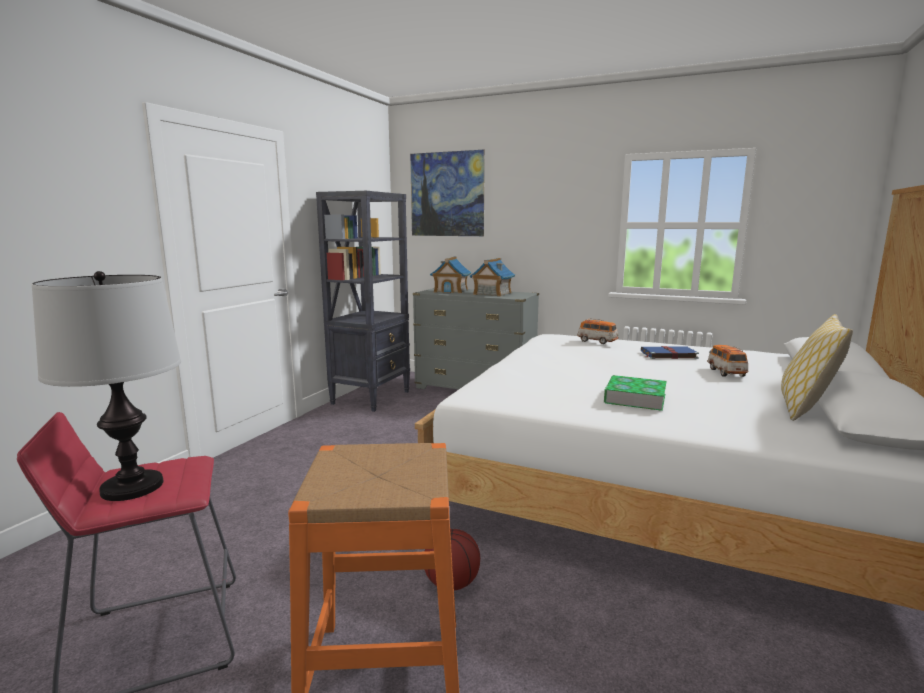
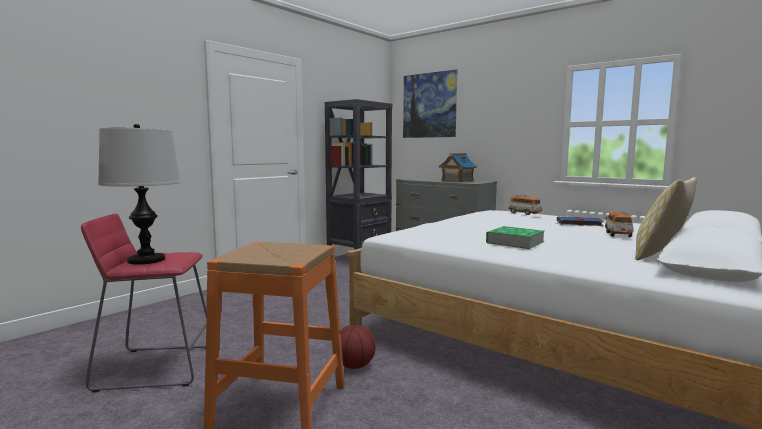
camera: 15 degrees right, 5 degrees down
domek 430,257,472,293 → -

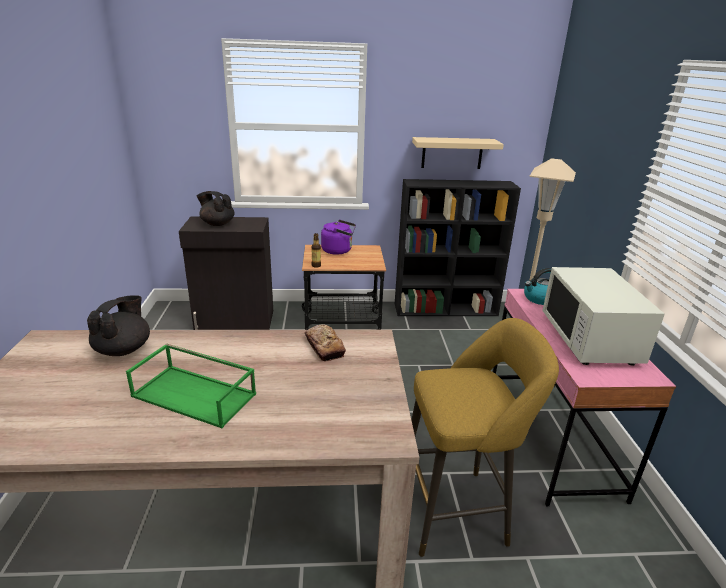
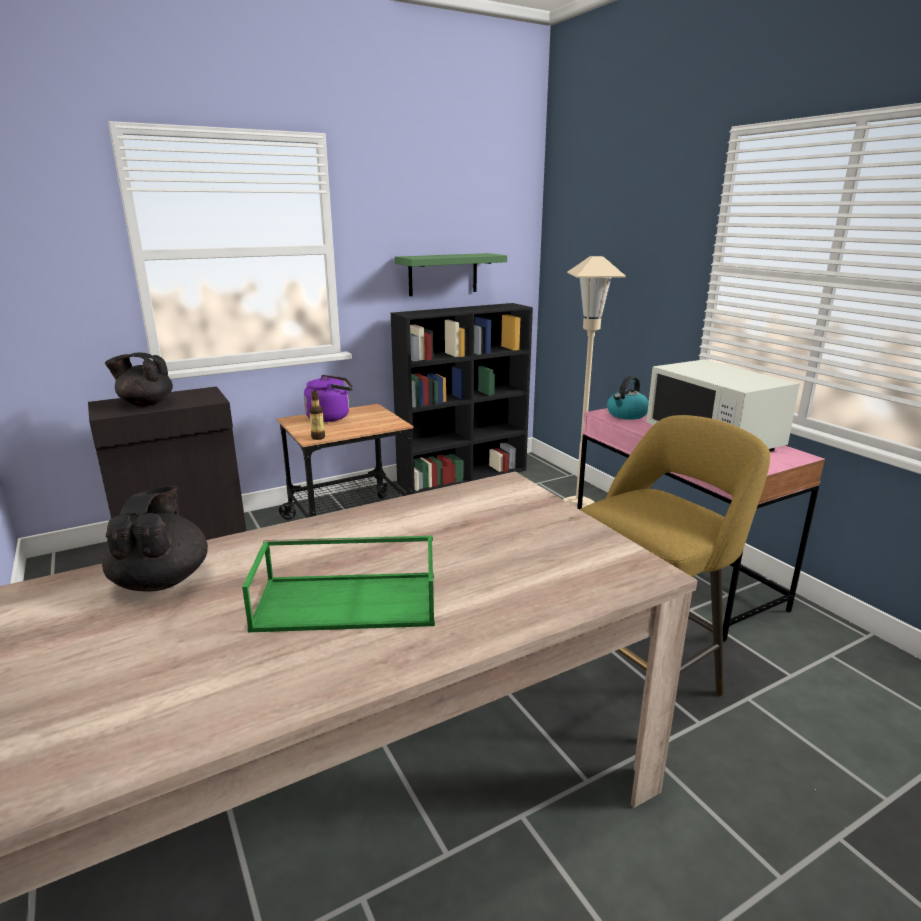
camera: 25 degrees left, 5 degrees down
półka (beżowy) 412,137,504,169 → półka (zielony) 395,253,507,296
chleb 305,324,346,361 → -

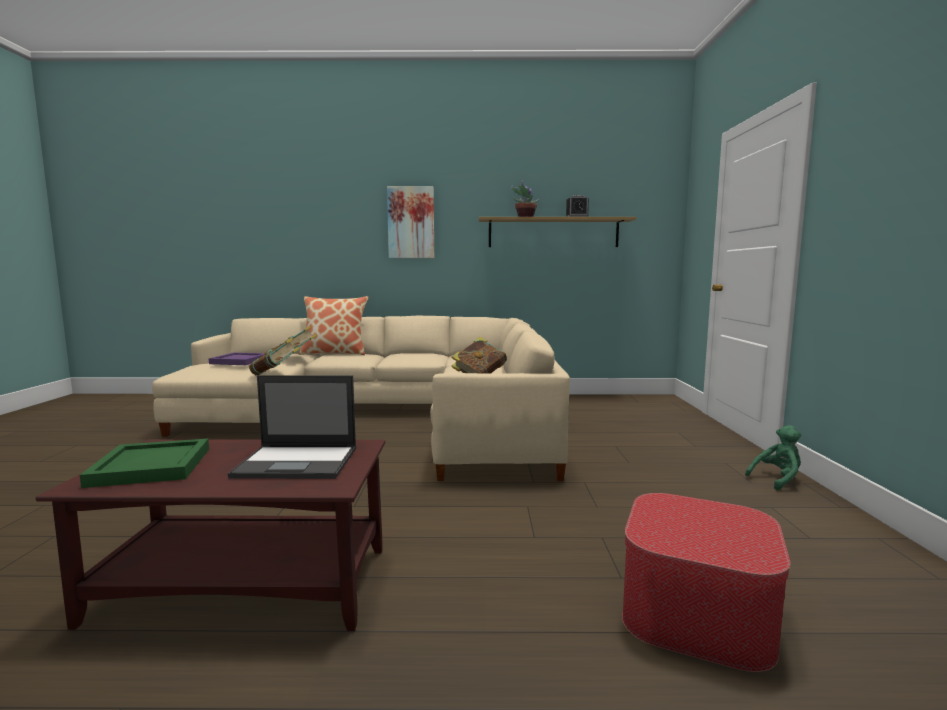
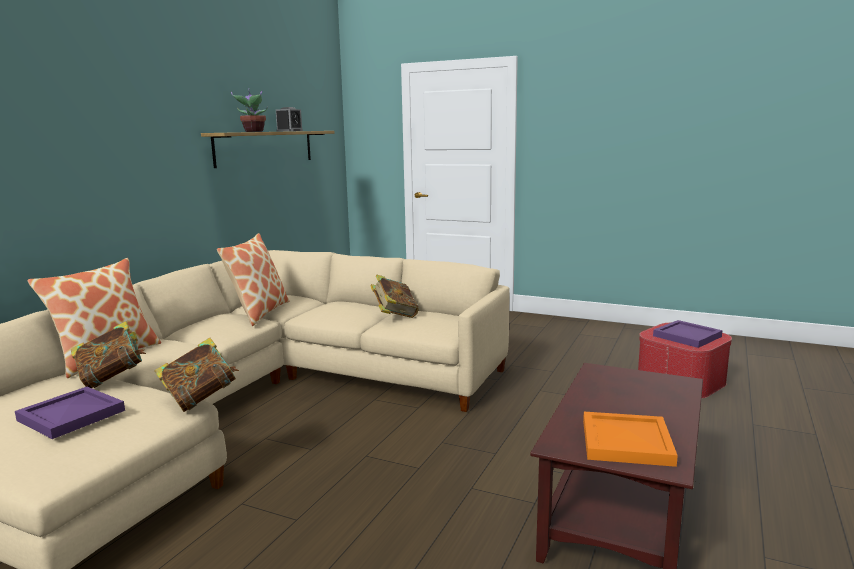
camera: 65 degrees left, 5 degrees up
- → poduszka 217,233,289,326
taca (zielony) 80,439,209,488 → taca (pomarańczowy) 583,412,678,467
- → taca (fioletowy) 653,320,723,348
laptop 228,375,356,479 → -
obraz 387,186,434,258 → -
pluszak (zielony) 745,425,802,490 → -

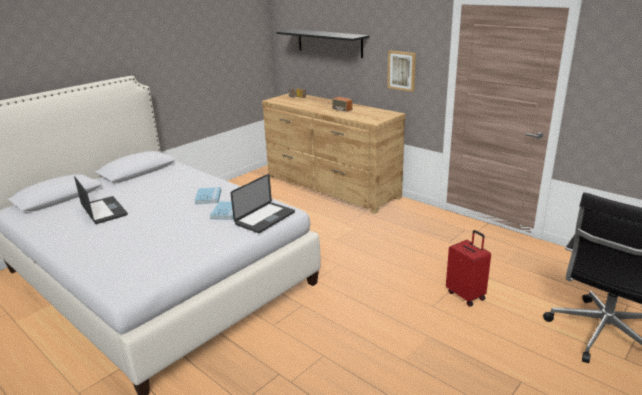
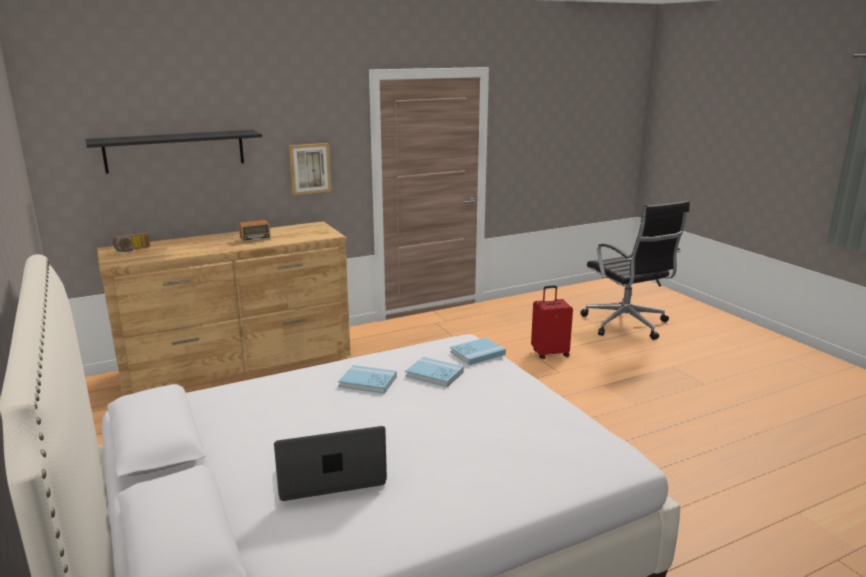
camera: 70 degrees left, 5 degrees down
laptop 230,174,295,233 → książka (niebieski) 450,338,506,365

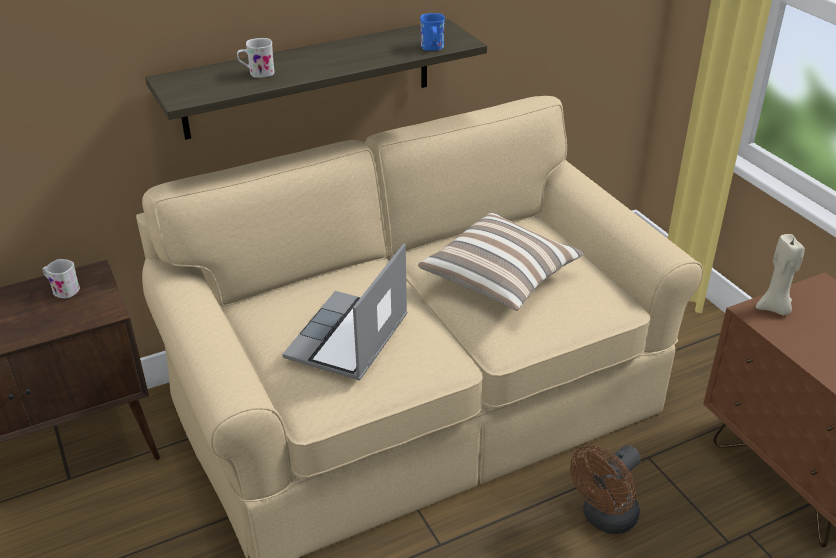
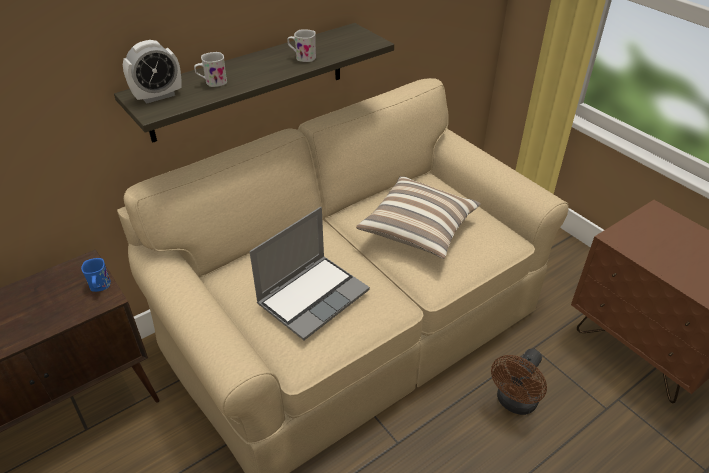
camera: 10 degrees left, 5 degrees up
kubek (niebieski) 420,13,445,51 → kubek (niebieski) 81,258,111,292, relocated
- → budzik 123,40,182,104
laptop 282,243,408,380 → laptop 249,207,370,340, 150 degrees counterclockwise
kubek (biały) 43,259,80,298 → kubek (biały) 287,29,316,62, relocated
świeca (beżowy) 756,234,805,315 → -

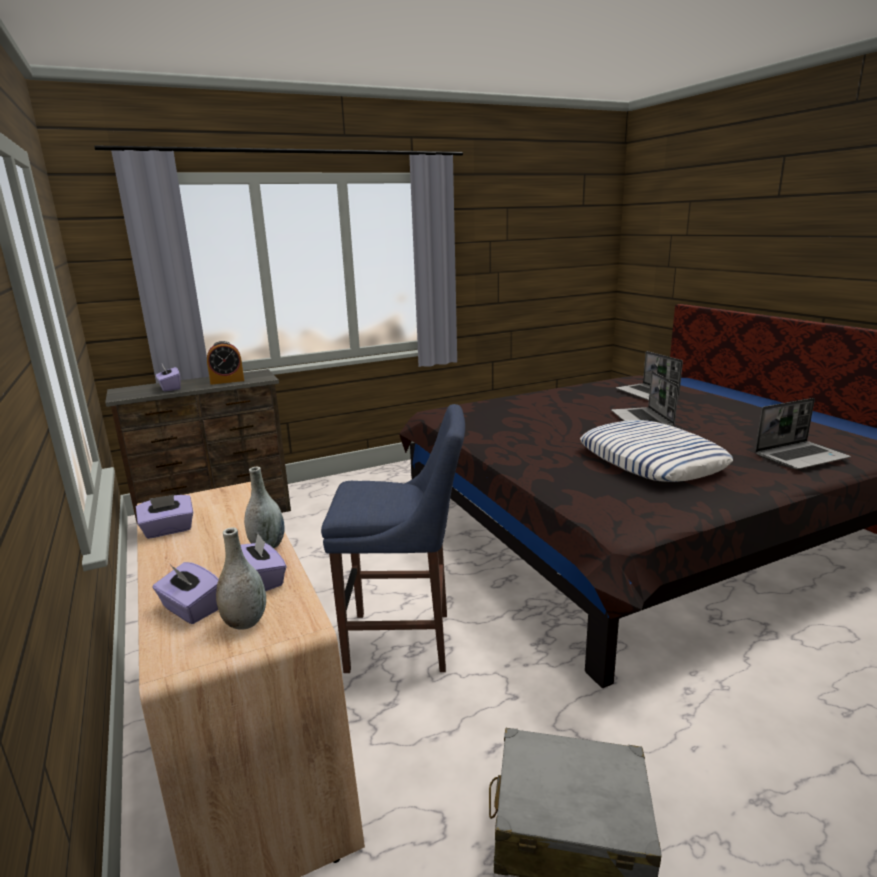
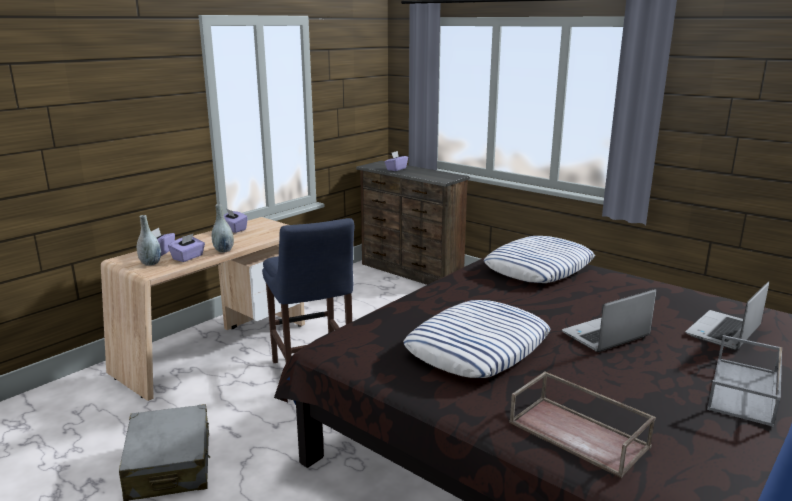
camera: 65 degrees right, 0 degrees up
- → poduszka 484,236,595,283
laptop 755,398,851,469 → taca (brązowy) 509,371,656,478
- → taca (szary) 707,335,782,427
budzik 207,341,244,385 → -

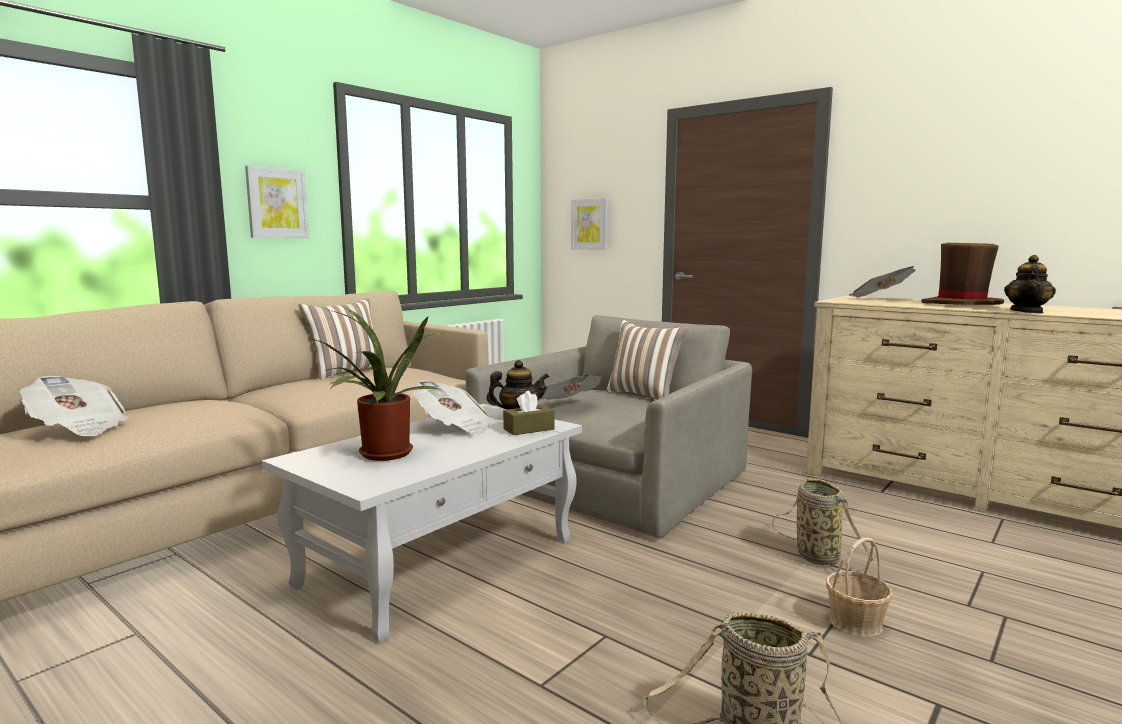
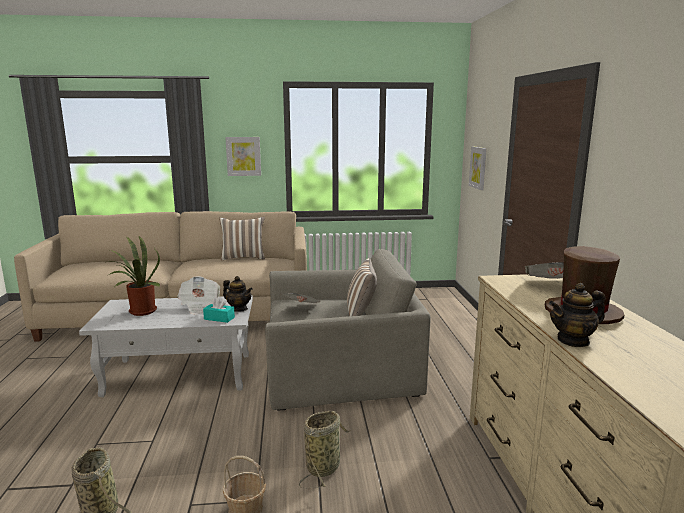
camera: 45 degrees right, 5 degrees up
pudełko chusteczek (brązowy) 503,391,555,435 → pudełko chusteczek (turkusowy) 203,296,235,323
gazeta 20,376,128,437 → -

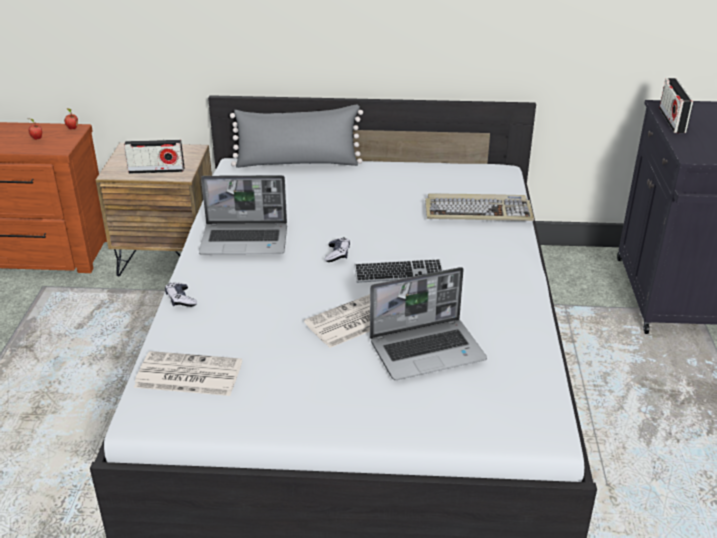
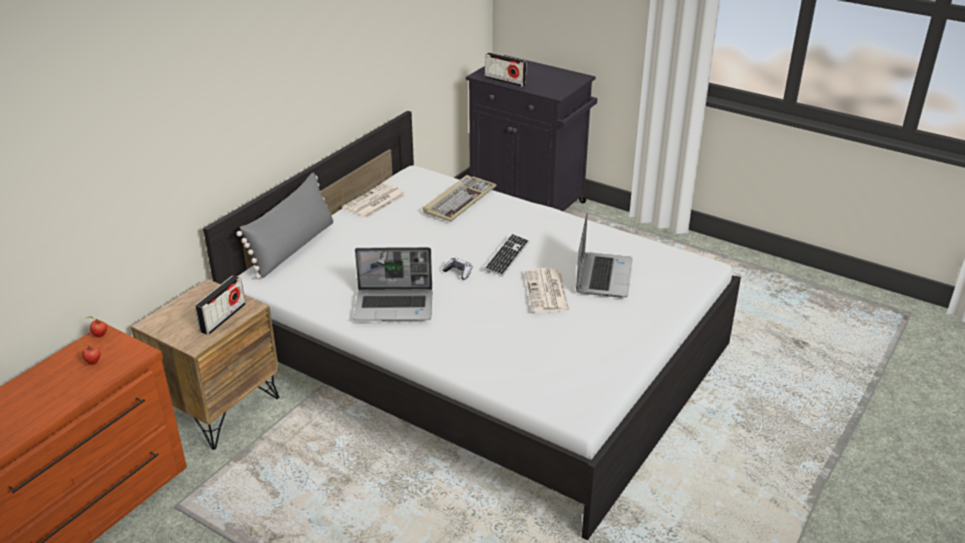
camera: 60 degrees left, 0 degrees up
gazeta 134,351,242,396 → gazeta 342,183,406,218, relocated
laptop 199,175,287,254 → laptop 354,247,432,321, 60 degrees clockwise
pad do gier 165,283,197,307 → -

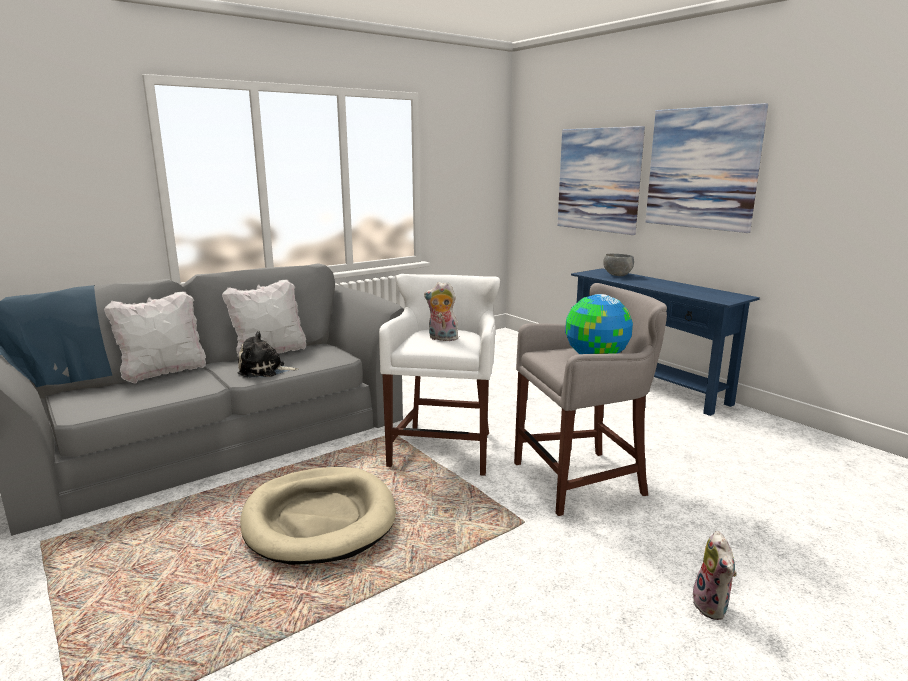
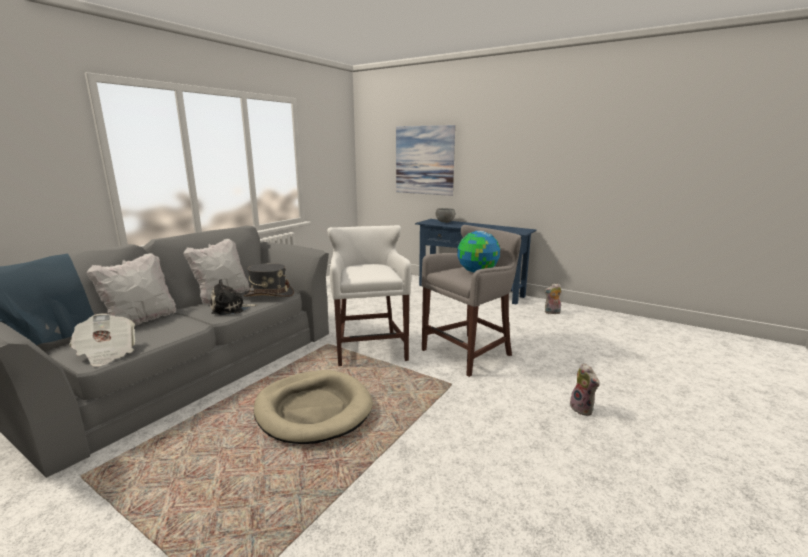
camera: 20 degrees left, 0 degrees up
- → gazeta 69,313,135,367
- → kapelusz (szary) 243,263,294,297
pluszak 424,282,458,341 → pluszak 544,283,562,314, relocated
obraz 646,103,768,233 → -

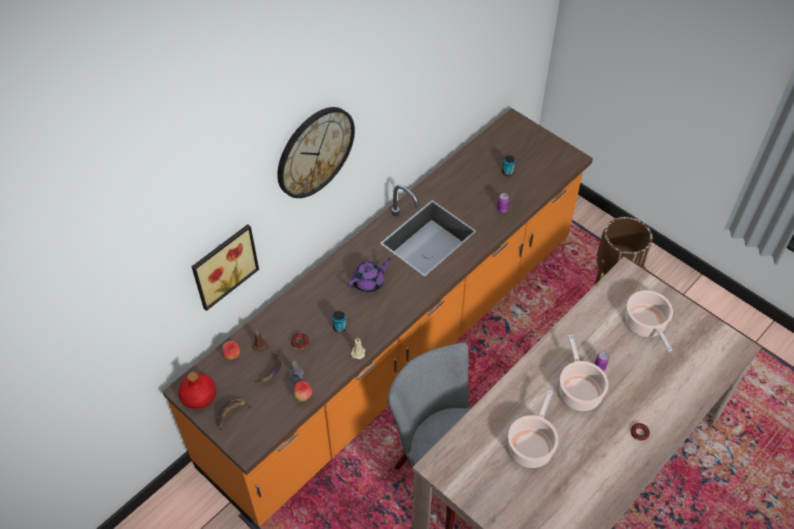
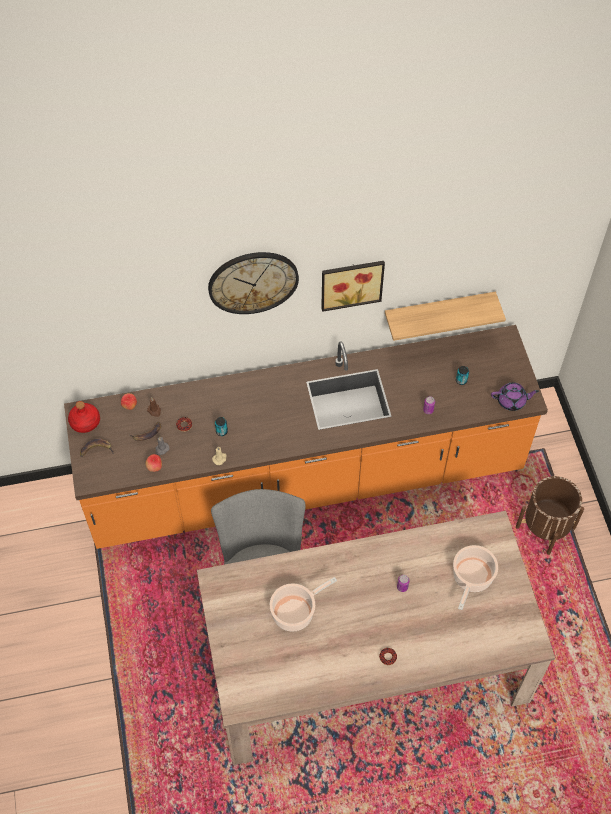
camera: 35 degrees right, 5 degrees up
obraz 191,224,259,311 → obraz 321,261,385,312, relocated
- → półka 385,292,506,341
imbryk (fioletowy) 348,258,391,292 → imbryk (fioletowy) 491,382,539,411, relocated
garnek 559,335,608,411 → -

